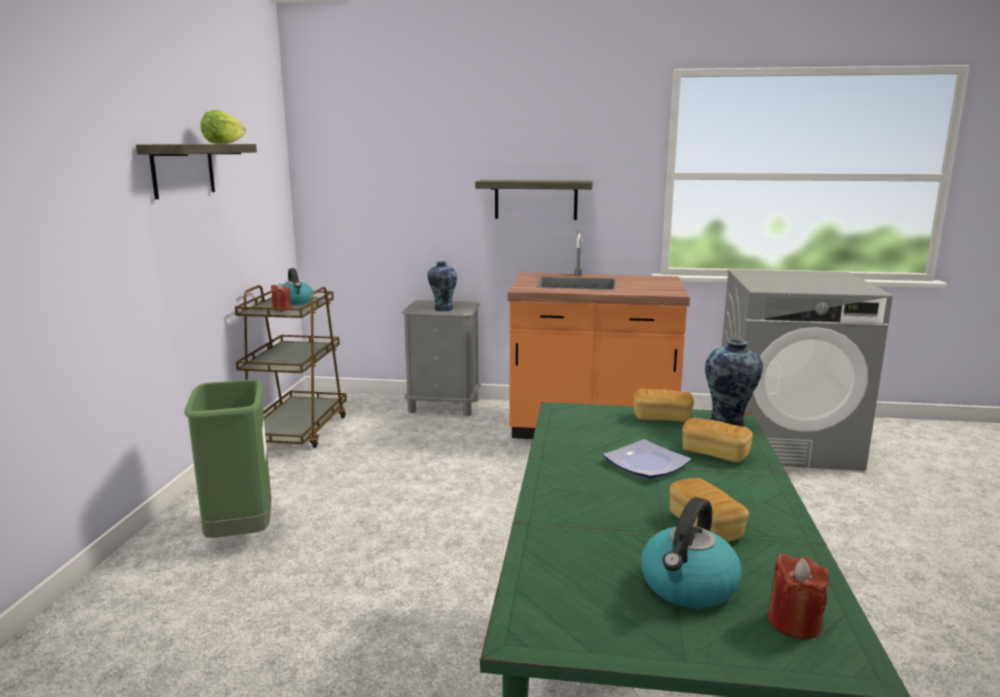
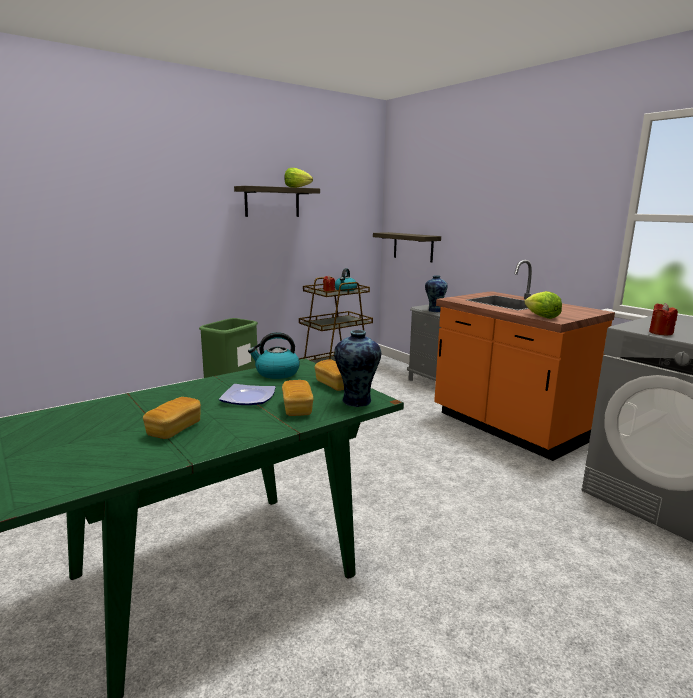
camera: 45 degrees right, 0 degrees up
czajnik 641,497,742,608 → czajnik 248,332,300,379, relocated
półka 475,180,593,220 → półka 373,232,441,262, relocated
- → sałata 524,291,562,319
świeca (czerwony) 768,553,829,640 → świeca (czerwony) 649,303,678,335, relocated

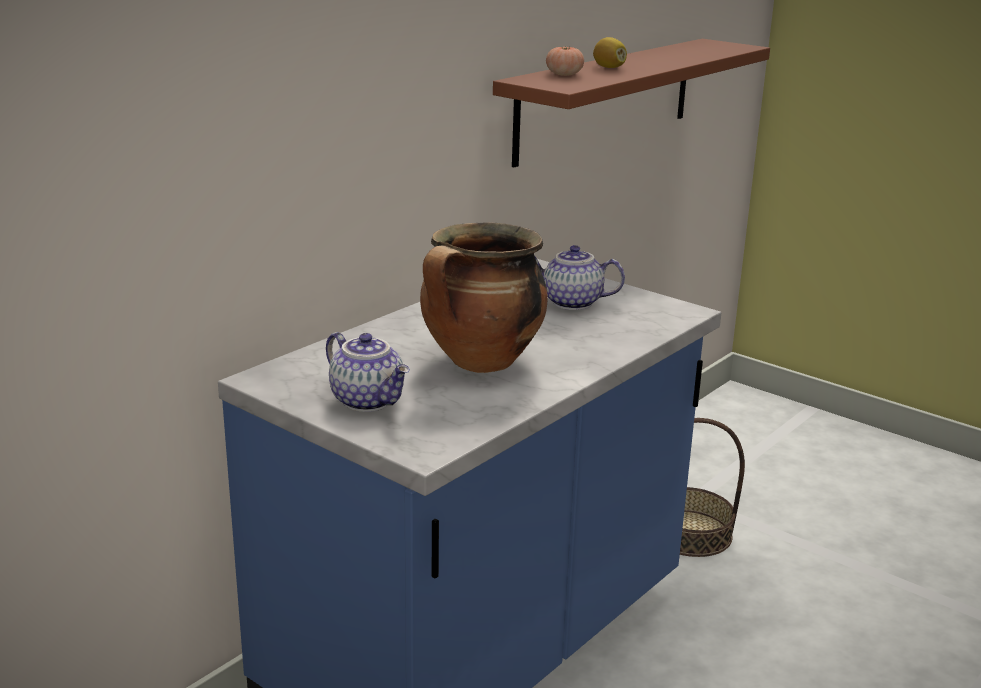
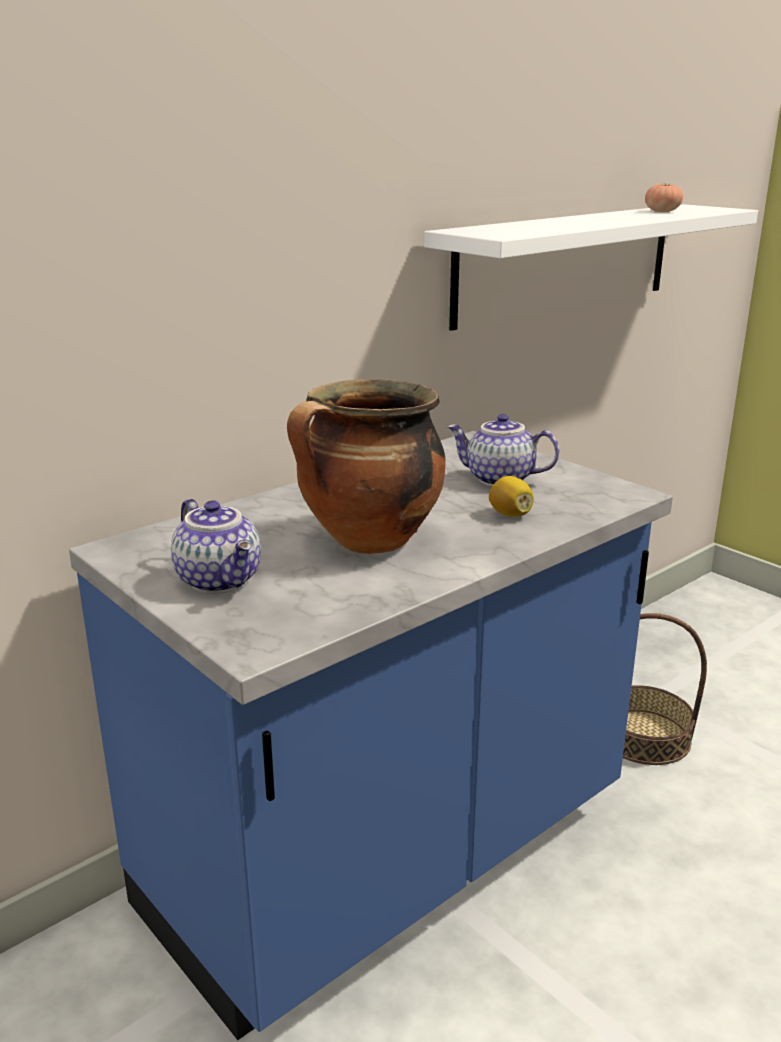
camera: 10 degrees right, 0 degrees up
półka (brązowy) 493,39,770,167 → półka (biały) 424,204,758,331
cytryna 593,37,627,68 → cytryna 489,476,534,517, relocated
pomidor 546,46,584,76 → pomidor 645,183,683,212, relocated

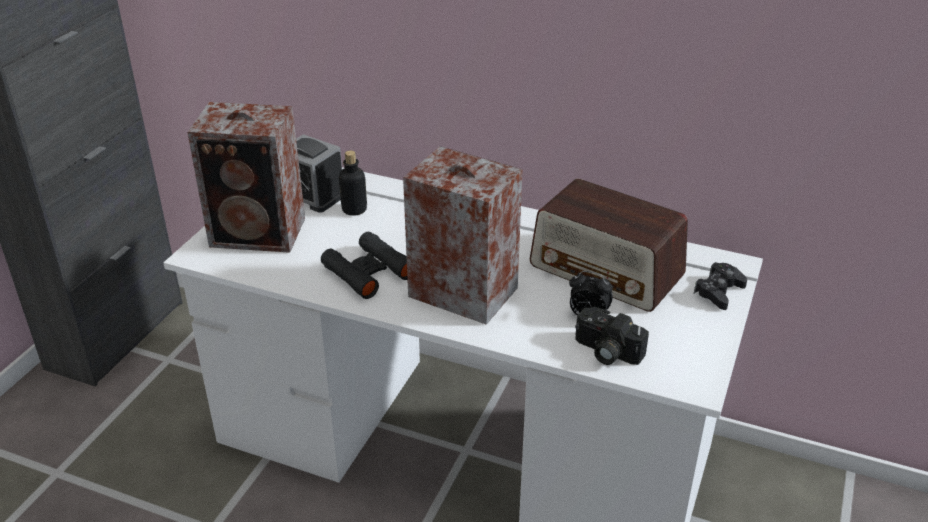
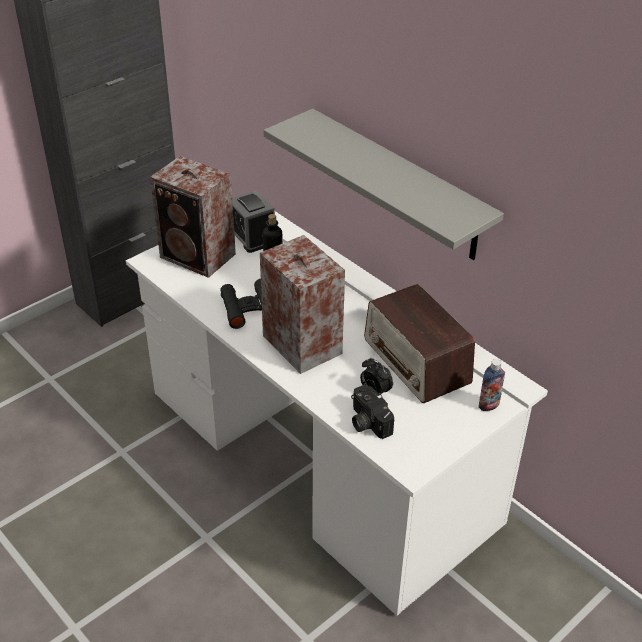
camera: 25 degrees right, 5 degrees up
- → półka (szary) 264,109,504,260
pad do gier (czarny) 694,262,747,310 → butelka 479,359,505,411

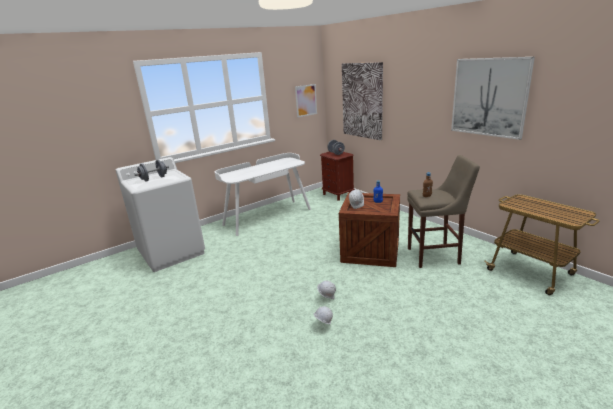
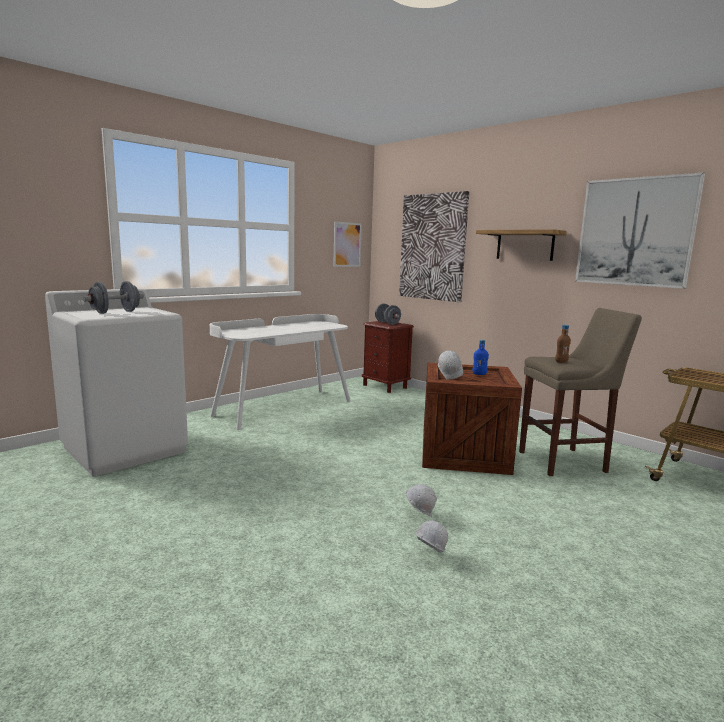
camera: 10 degrees left, 10 degrees down
- → półka 476,229,567,261

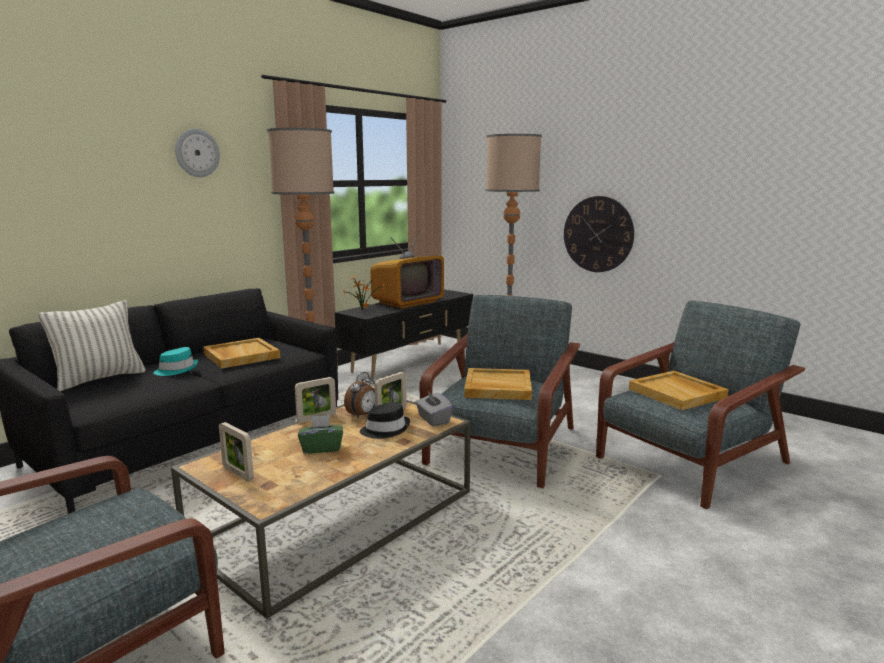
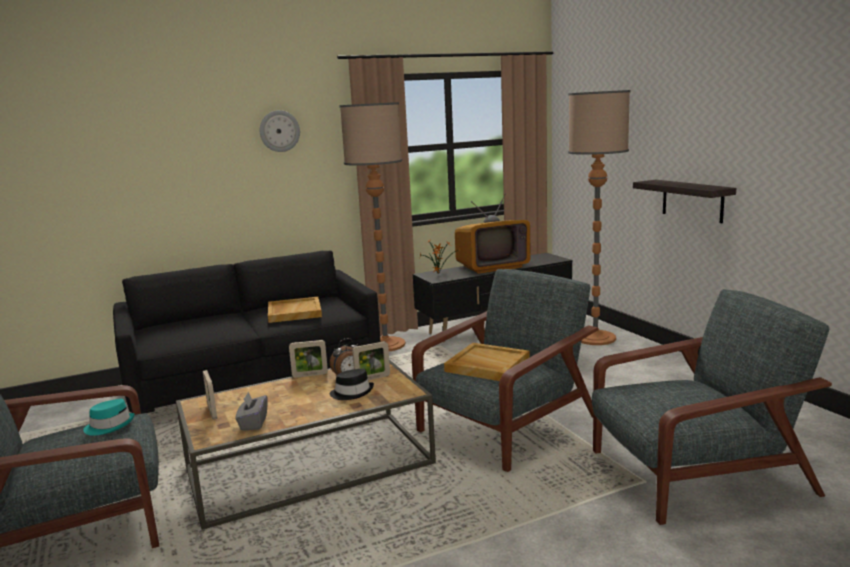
camera: 25 degrees right, 0 degrees up
kapelusz (turkusowy) 153,347,198,376 → kapelusz (turkusowy) 83,399,135,436, relocated
pudełko chusteczek (szary) 415,390,453,426 → pudełko chusteczek (szary) 235,392,267,431, relocated
zegar ścienny 564,196,634,272 → półka 633,180,736,223
poduszka 38,300,146,391 → -
pudełko chusteczek (zielony) 298,415,343,454 → -
taca (beżowy) 629,371,729,410 → -

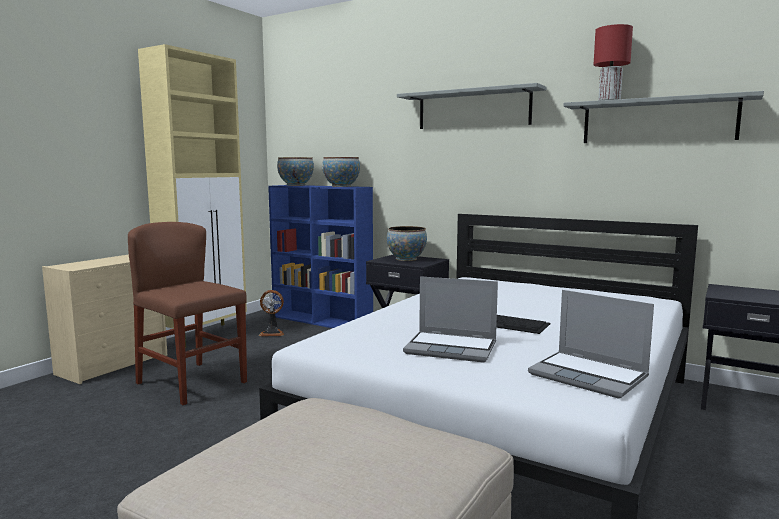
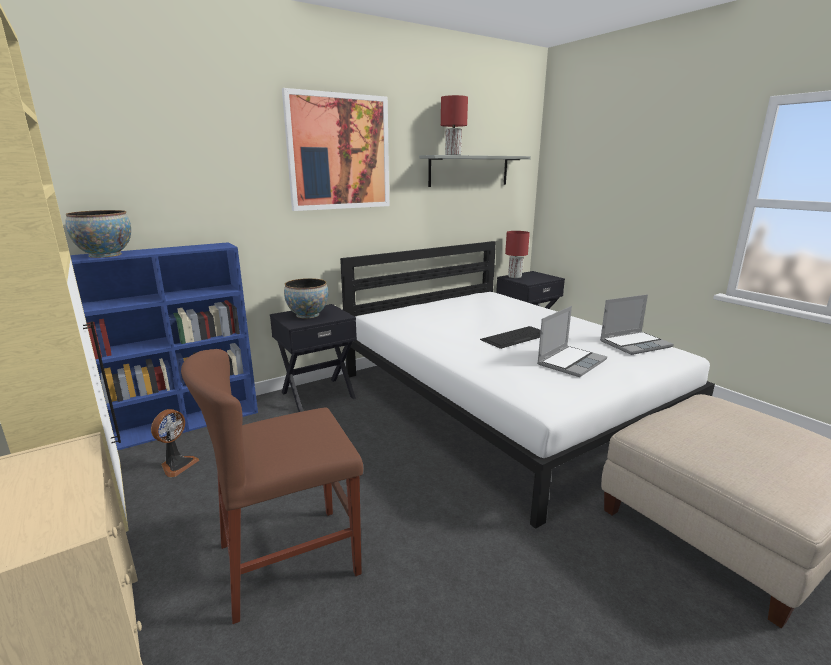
camera: 65 degrees left, 10 degrees up
półka (szary) 397,83,546,129 → obraz 282,88,389,211
- → lampa stołowa (czerwony) 505,231,530,278
miska 322,157,360,187 → -

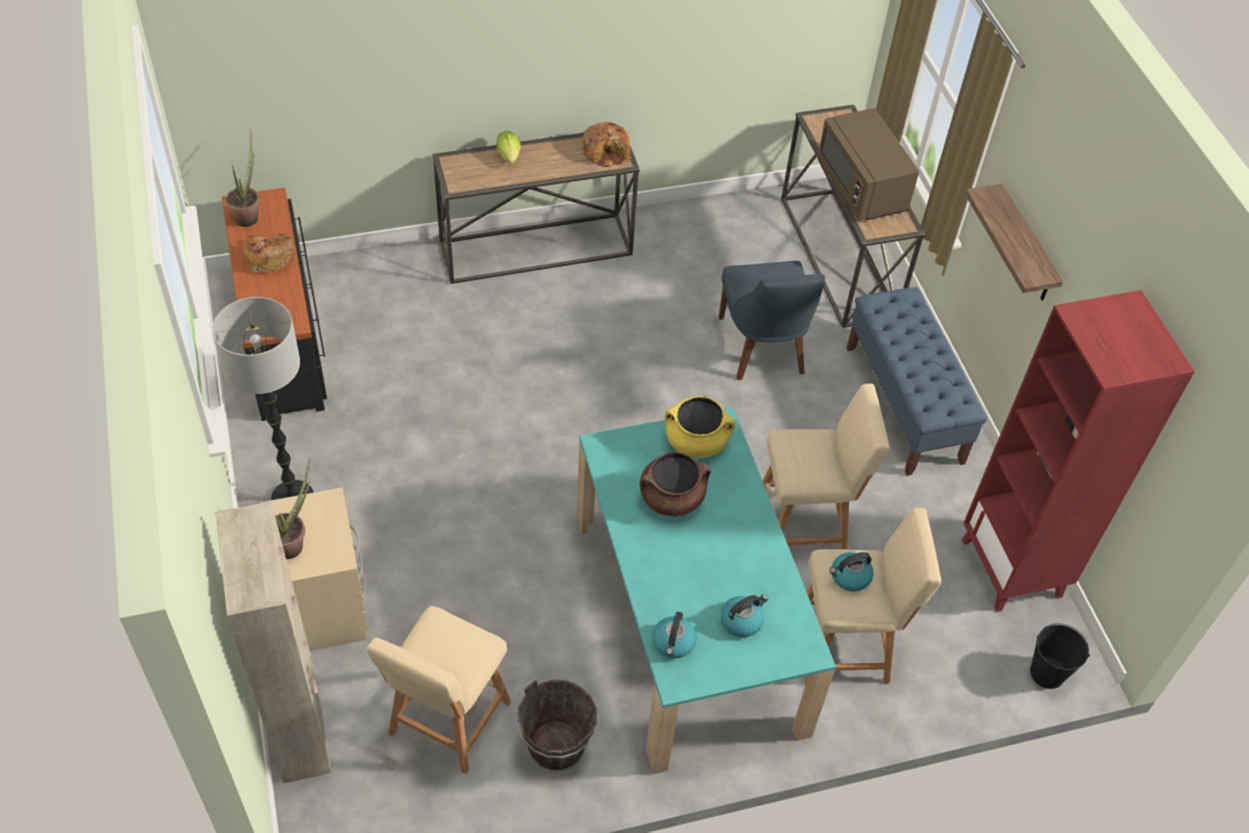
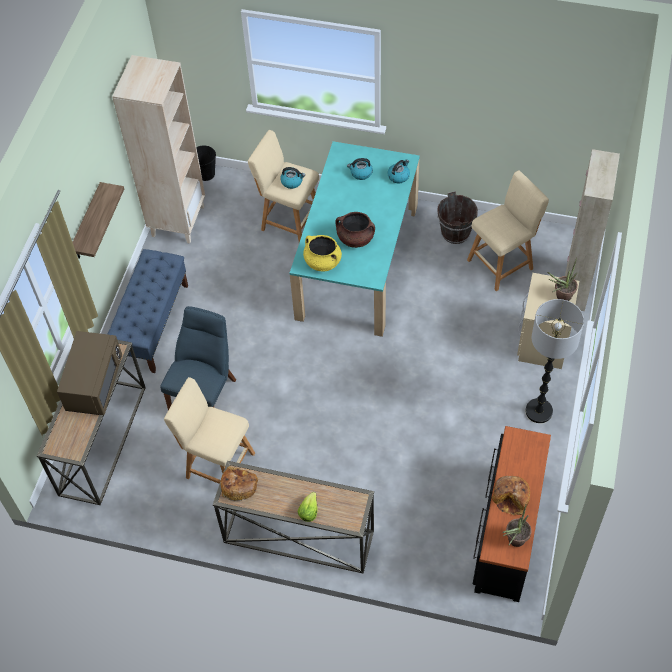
camera: 145 degrees left, 5 degrees up
regał (czerwony) 962,290,1195,612 → regał (beżowy) 112,55,205,243
stołek (beżowy) 762,384,890,549 → stołek (beżowy) 164,377,255,484, relocated

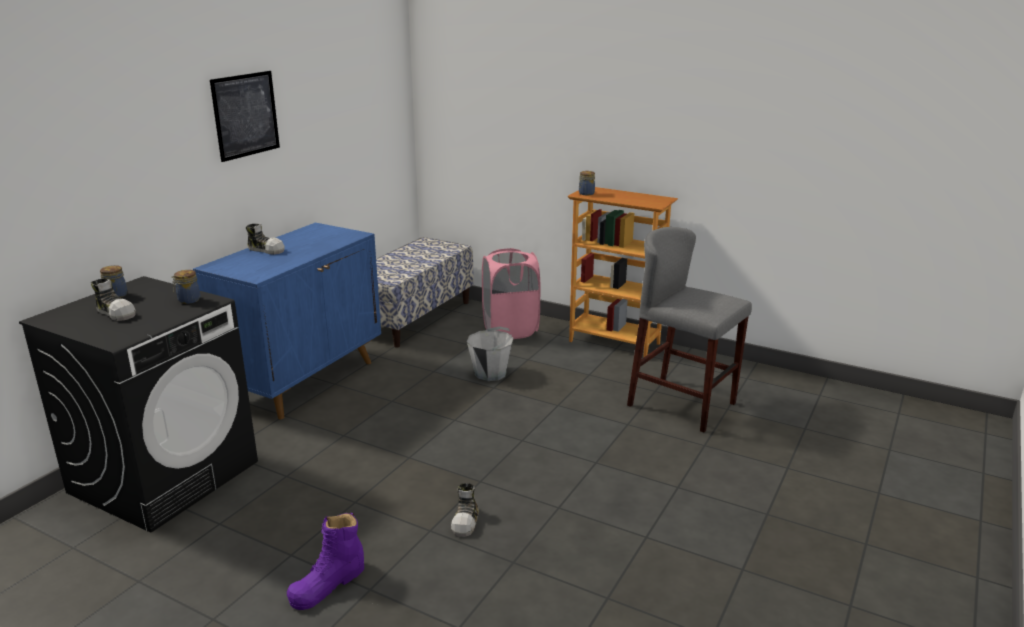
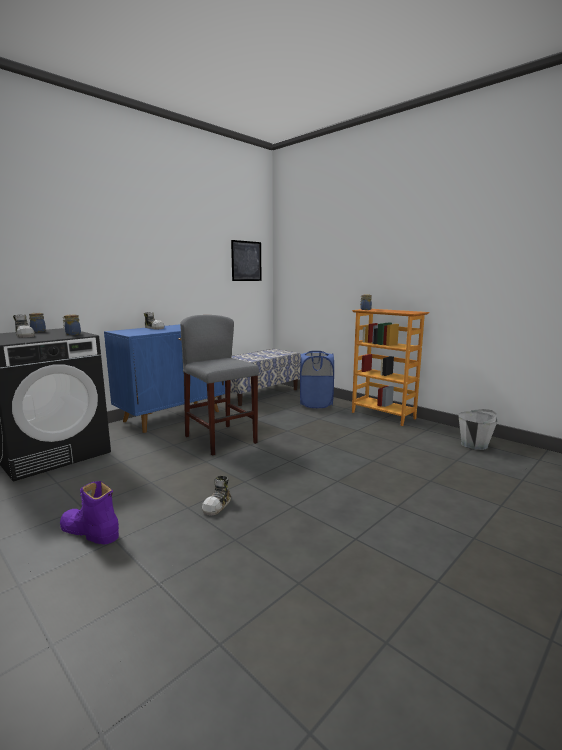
camera: 15 degrees right, 10 degrees down
but z cholewką (fioletowy) 287,512,364,610 → but z cholewką (fioletowy) 60,481,119,544, 60 degrees clockwise
stołek (szary) 627,227,752,433 → stołek (szary) 180,315,259,456, relocated
obraz 210,71,280,162 → obraz 231,240,262,281, relocated
kosz na pranie (różowy) 482,248,540,339 → kosz na pranie (niebieski) 300,351,334,408
wiadro (szary) 467,326,513,381 → wiadro (szary) 458,409,498,450, relocated

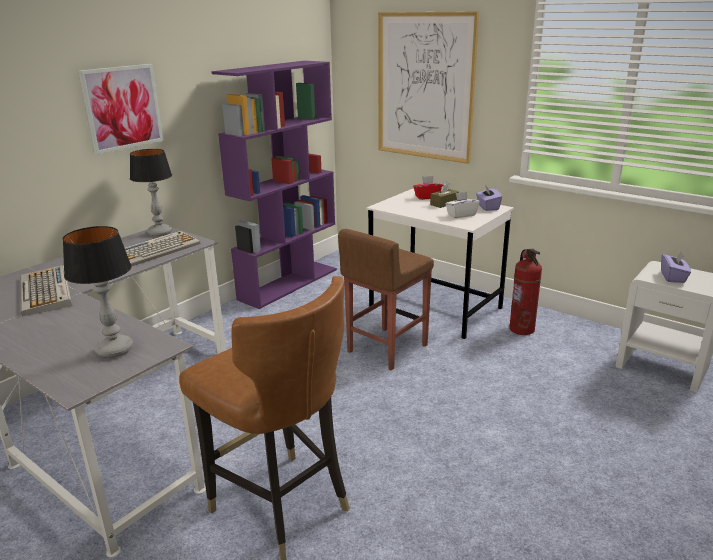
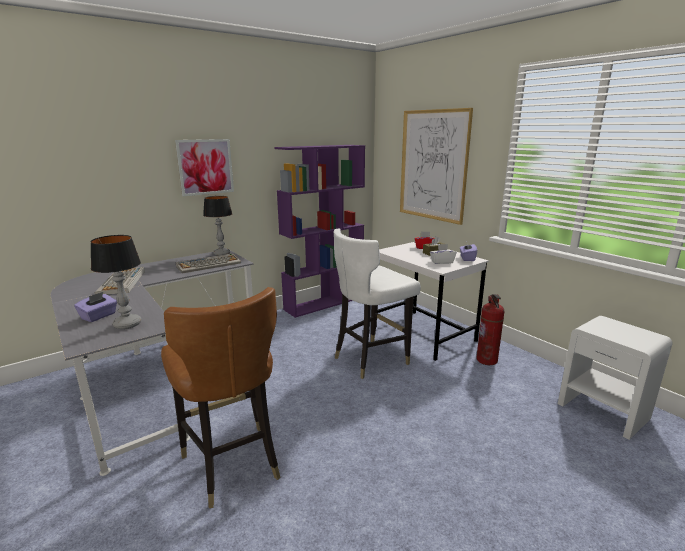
camera: 15 degrees right, 5 degrees down
pudełko chusteczek (fioletowy) 661,252,691,283 → pudełko chusteczek (fioletowy) 74,292,117,322, relocated
stołek (brązowy) 338,229,434,371 → krzesło (biały) 334,228,421,379

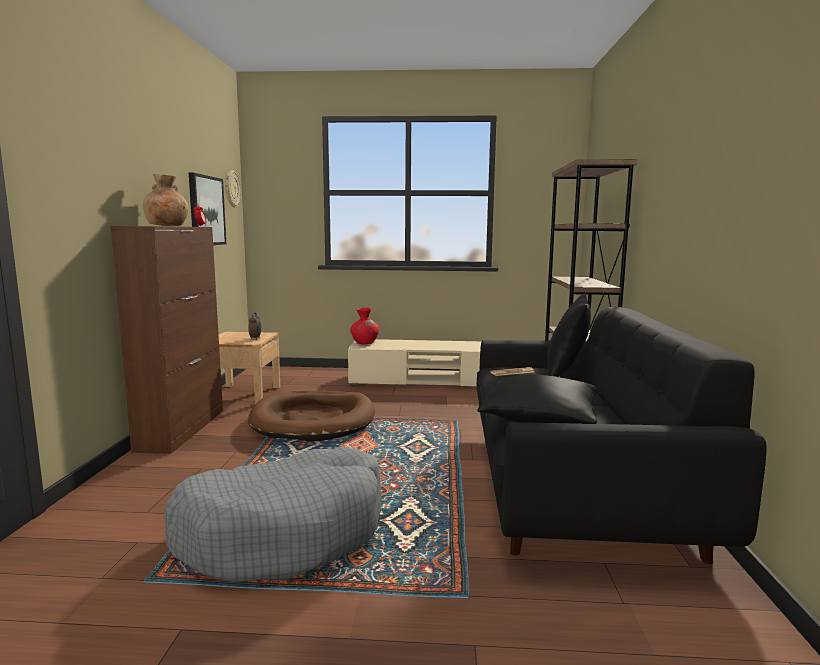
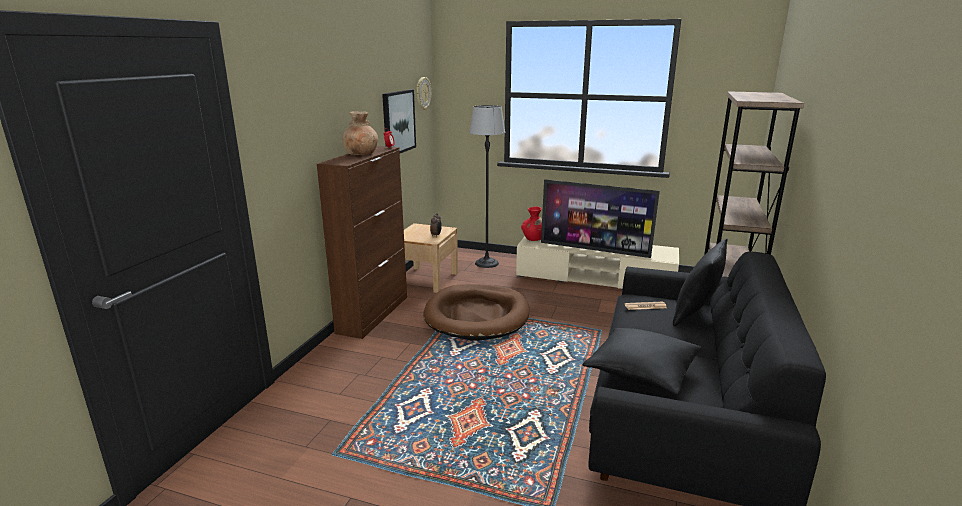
camera: 15 degrees right, 10 degrees up
- → lampa stojąca 469,105,505,268
- → telewizor 541,179,660,258
legowisko (szary) 164,447,381,582 → -

